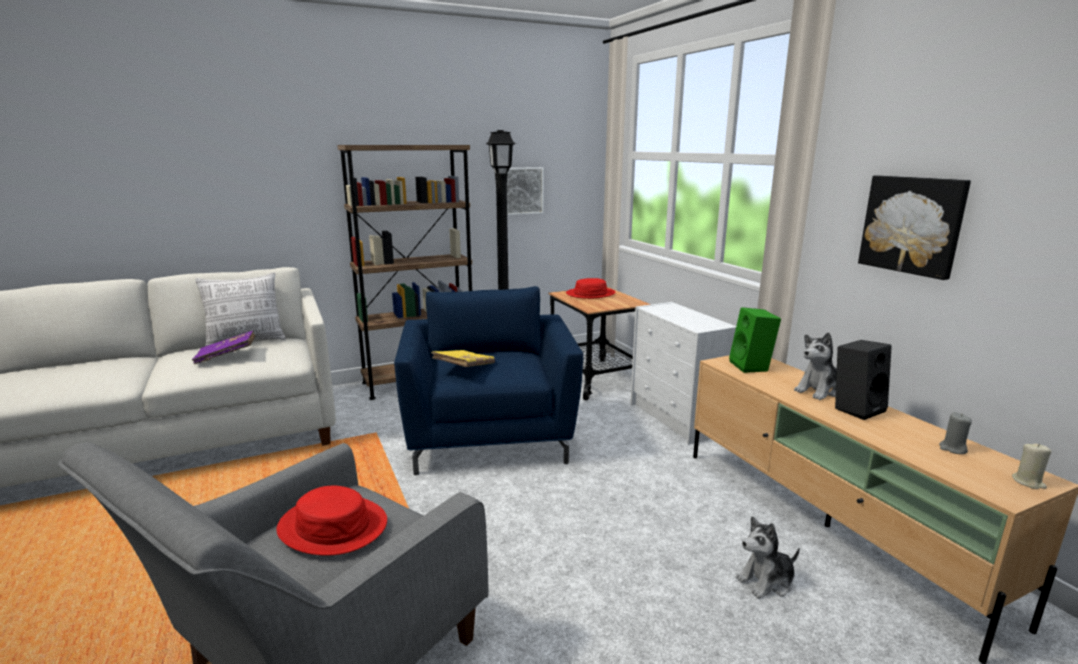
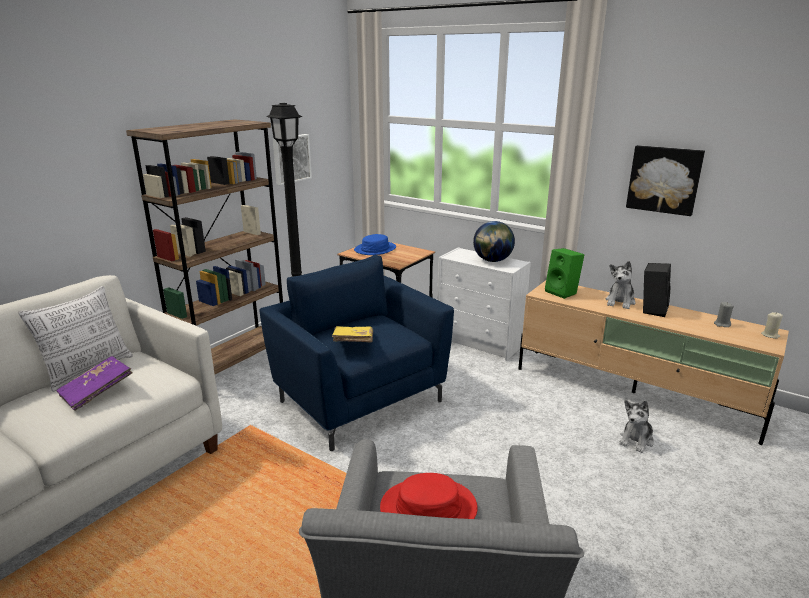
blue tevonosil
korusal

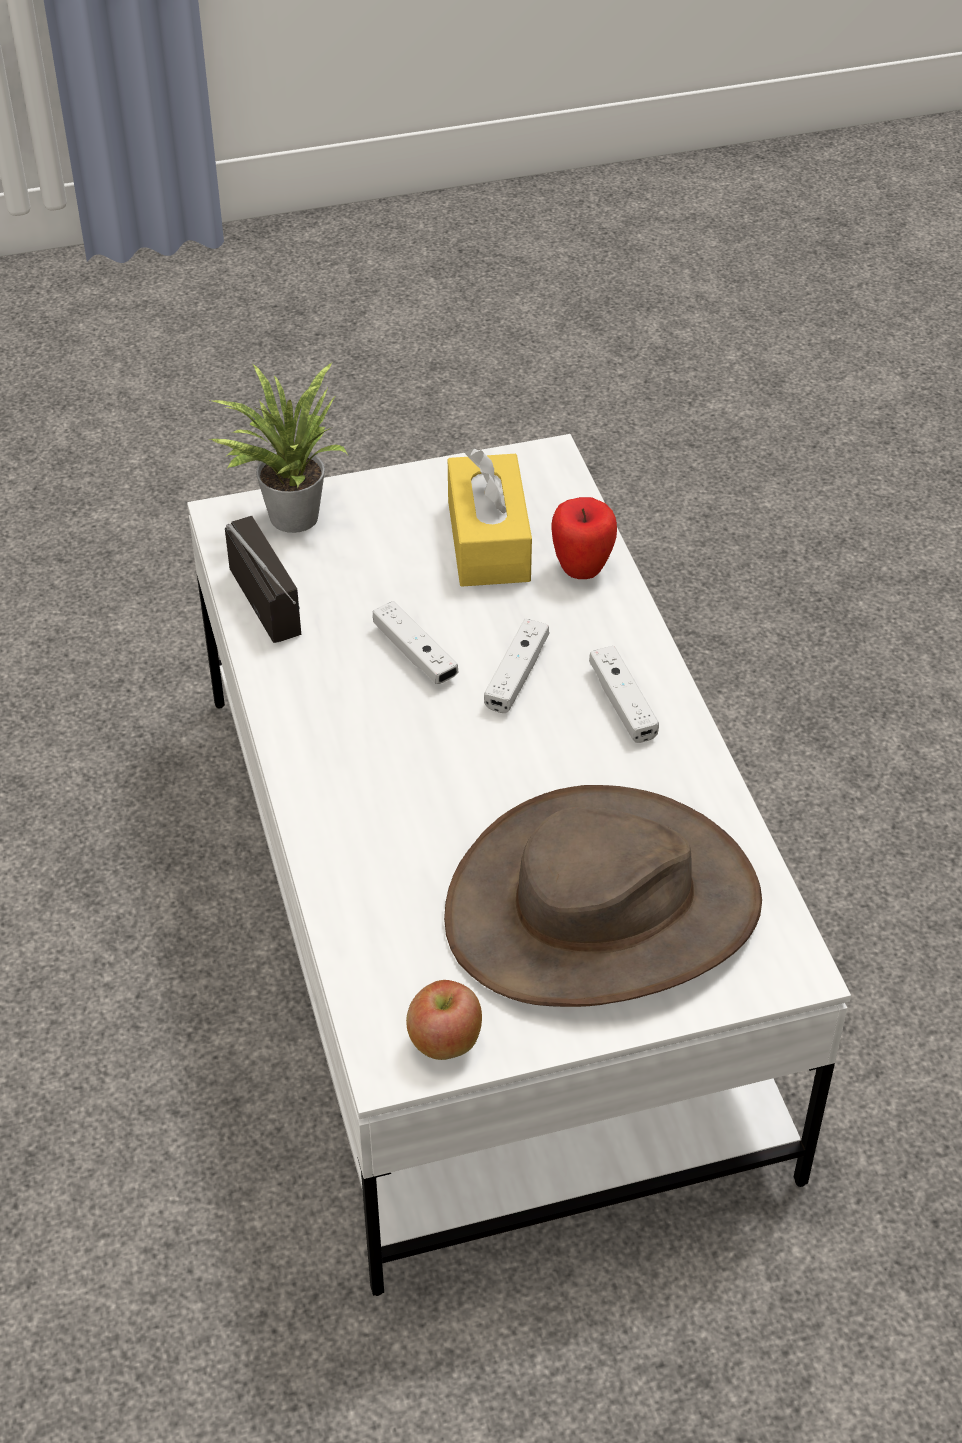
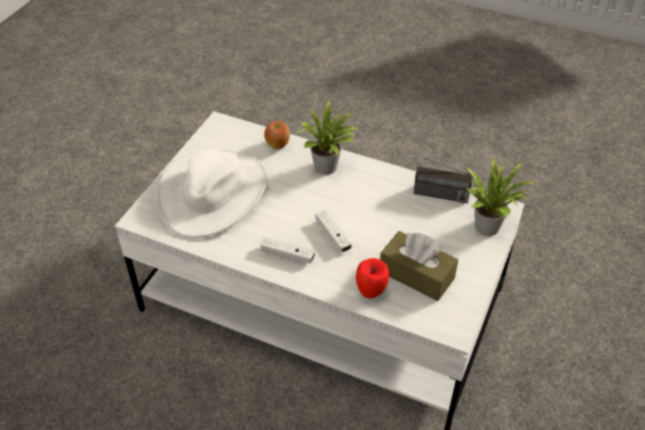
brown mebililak
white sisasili (no. 1 from left in the first image)
white tevonosil
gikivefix (no. 1 from left)
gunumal (no. 1 from left)

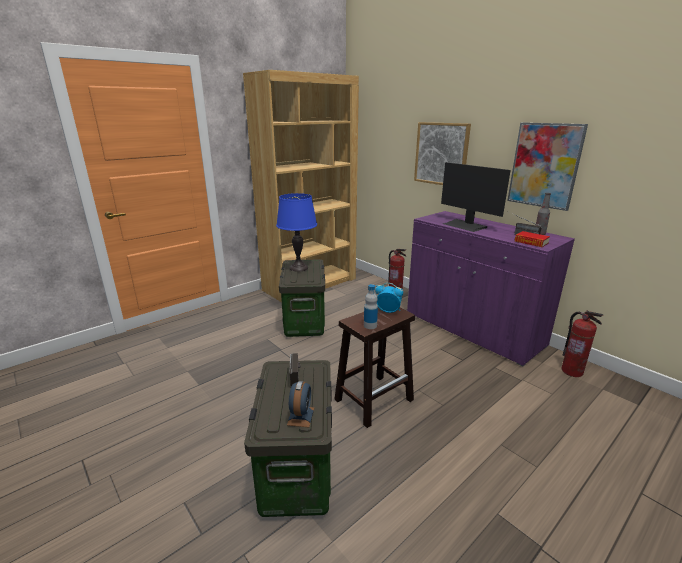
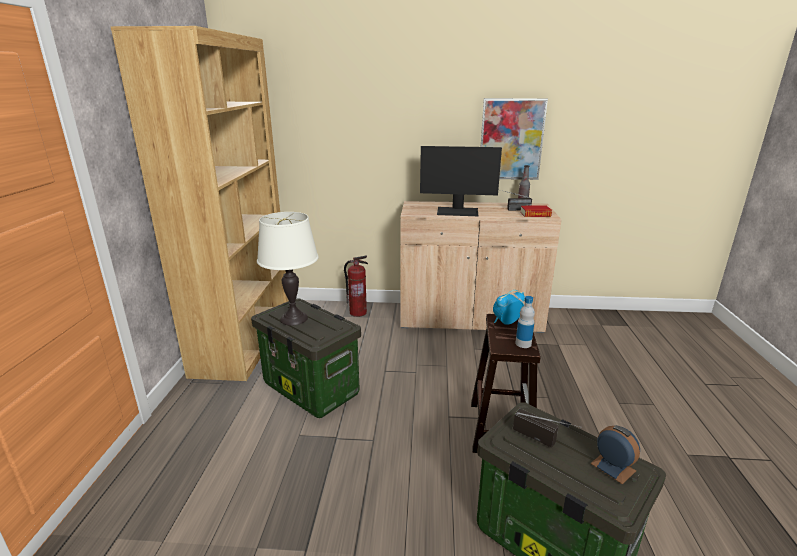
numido (no. 1 from left in the first image)
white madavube
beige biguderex
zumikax (no. 2 from left in the first image)

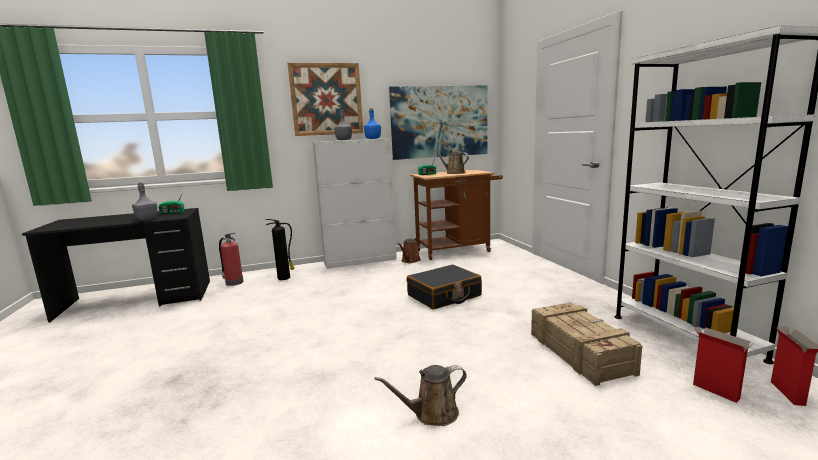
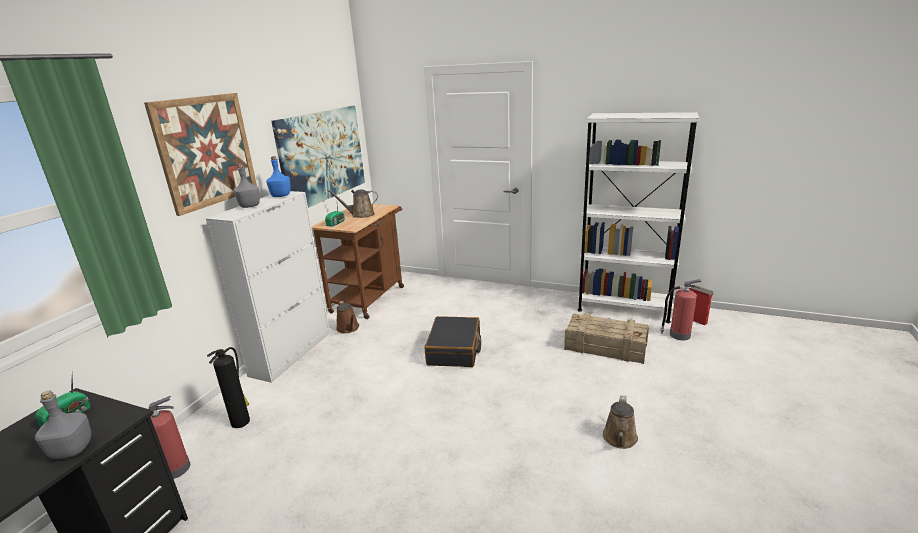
zumikax (no. 3 from left)

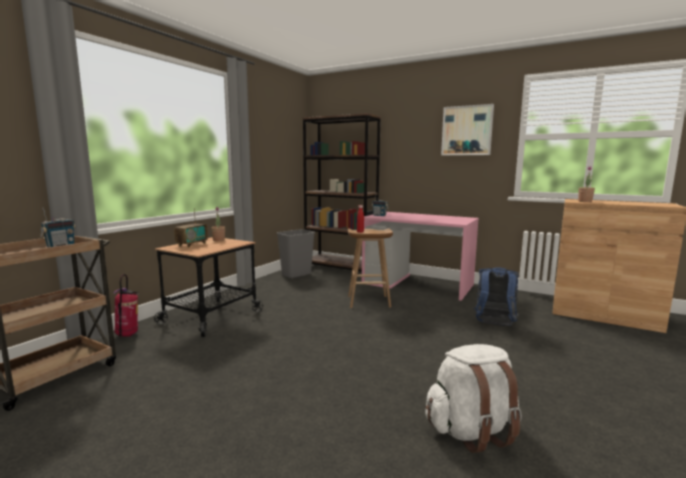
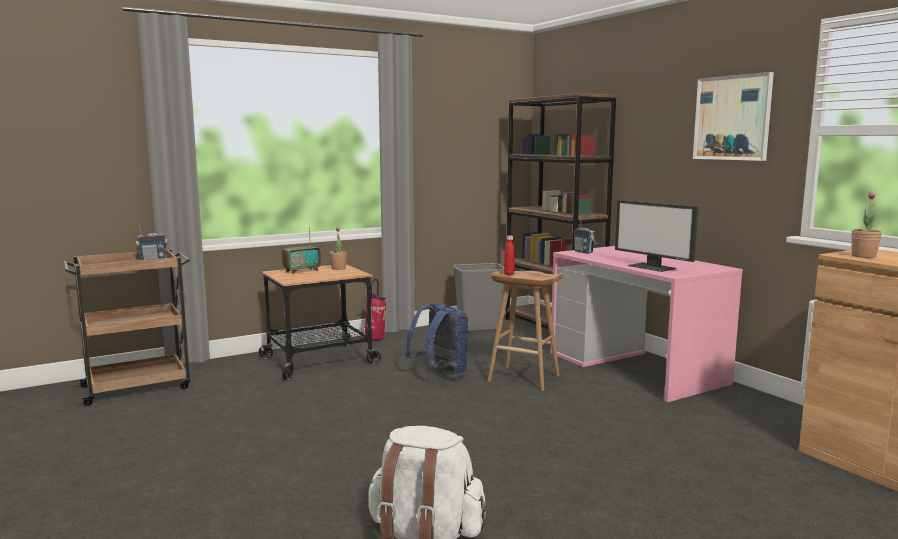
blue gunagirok
zumikax
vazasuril

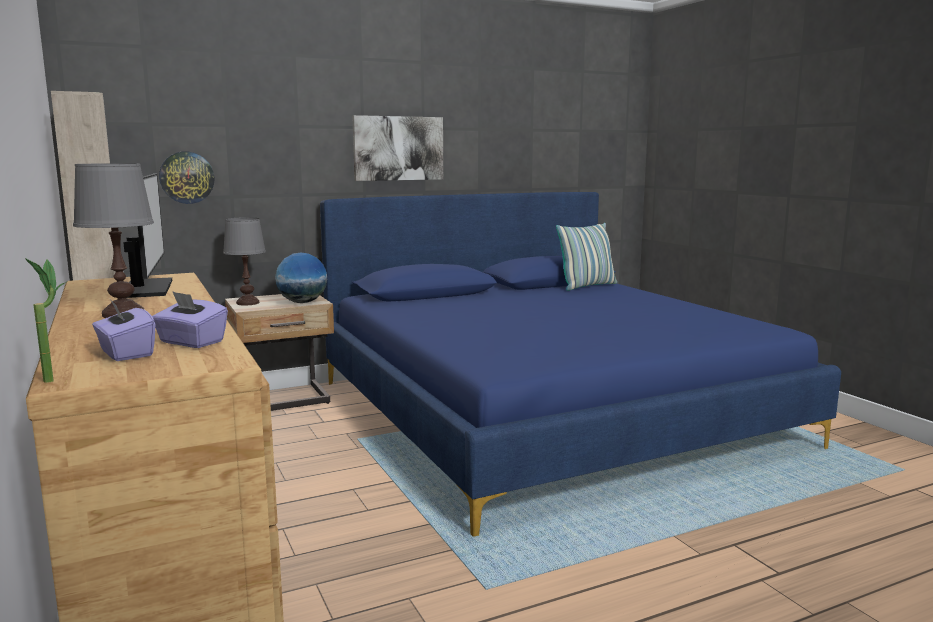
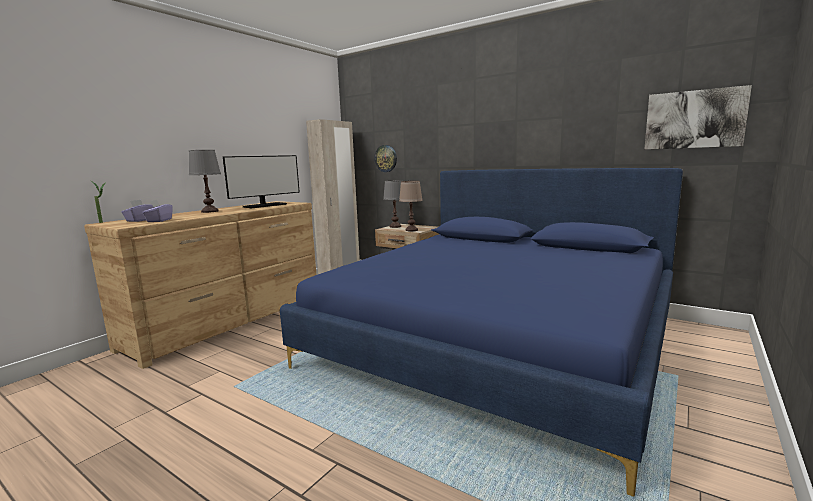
numido
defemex
brown madavube

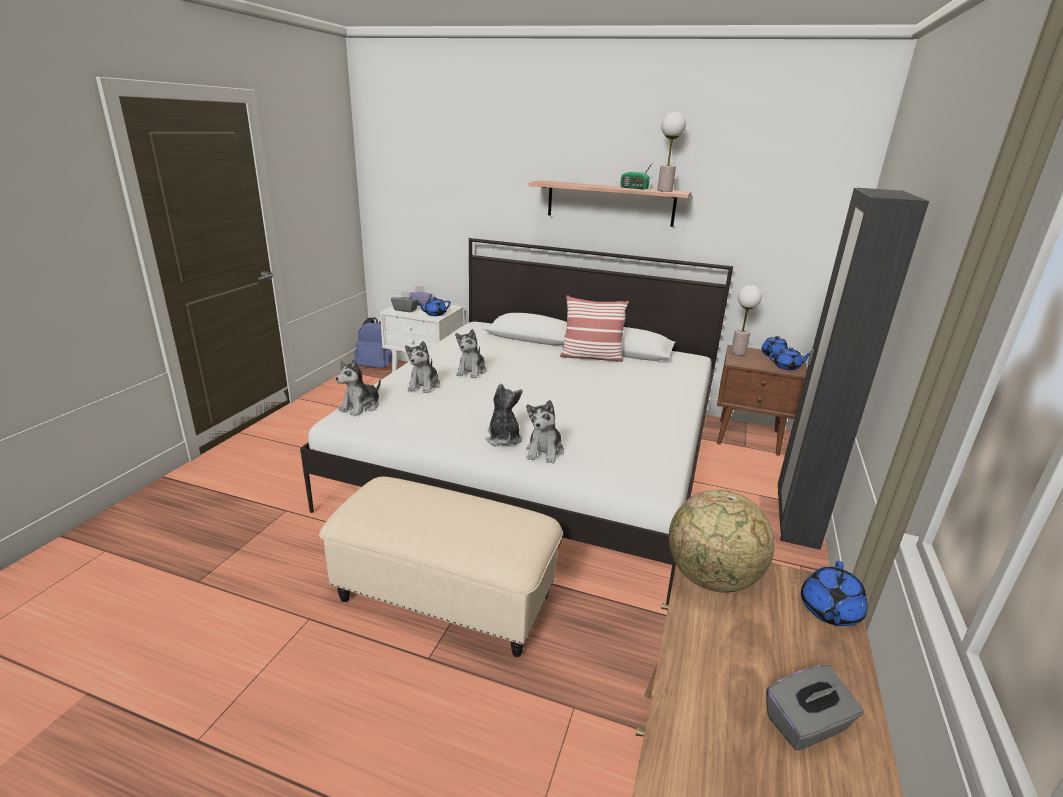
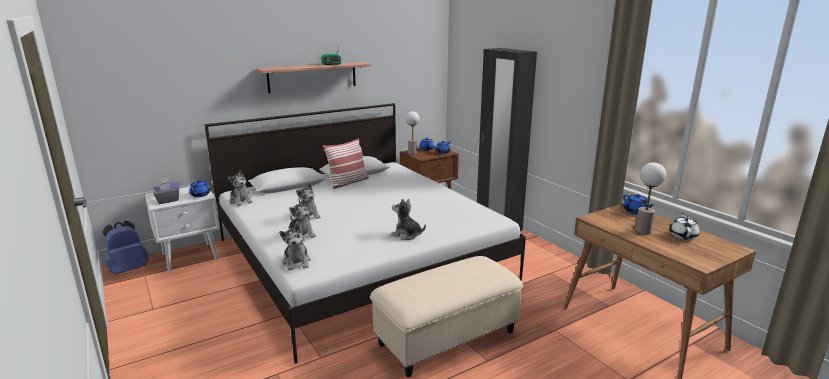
madavube (no. 2 from left)
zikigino (no. 1 from left)
korusal
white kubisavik

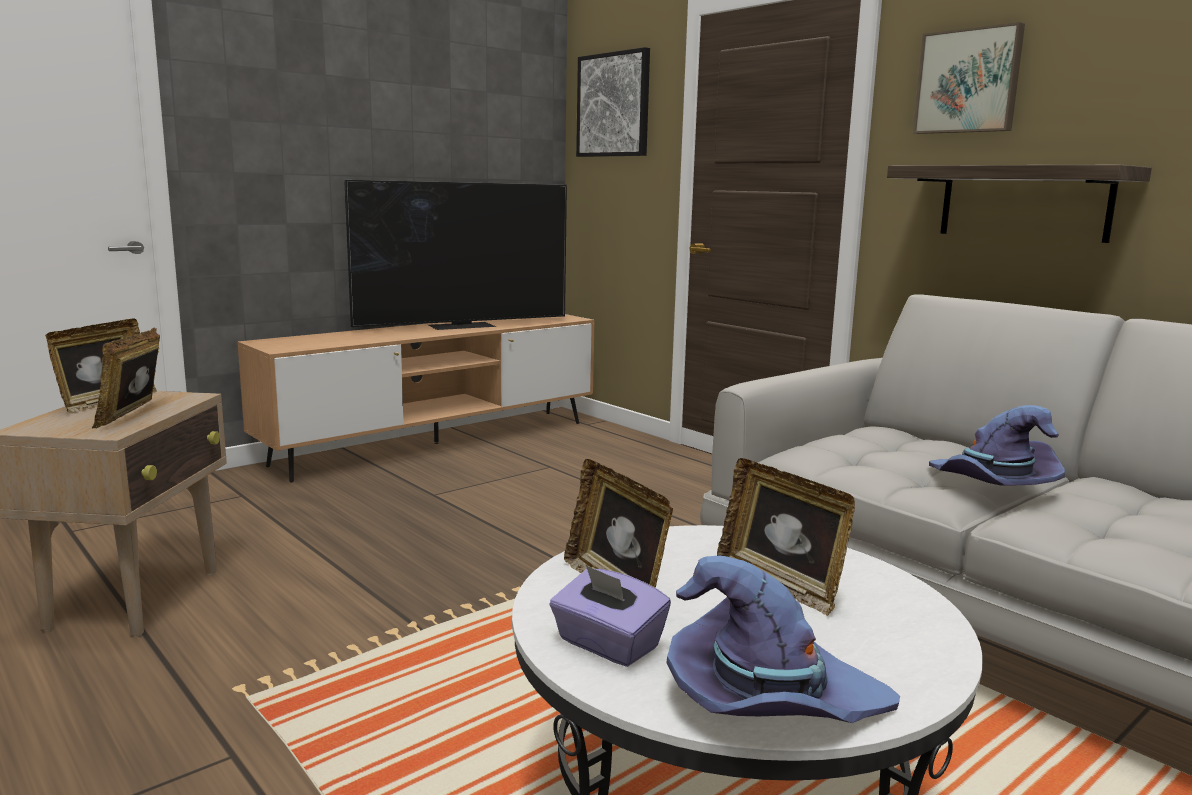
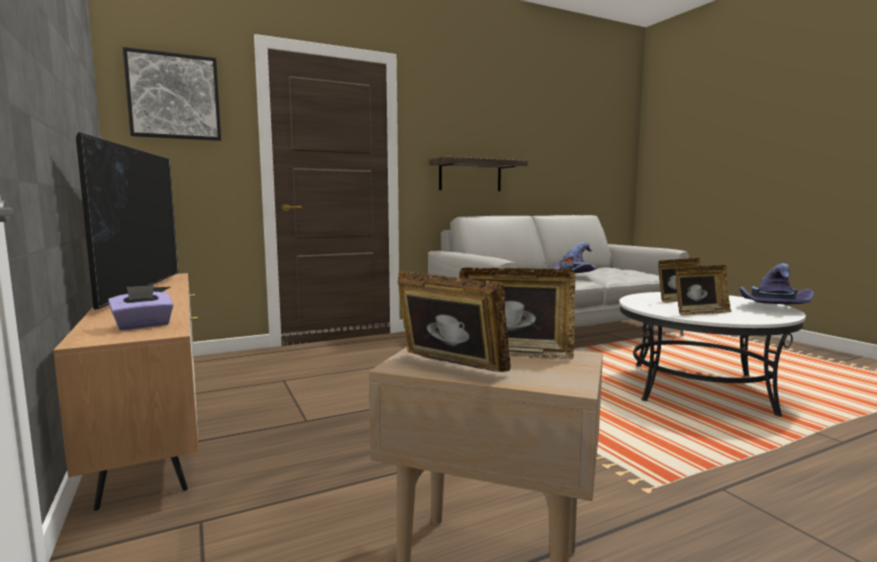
numido (no. 2 from left in the first image)
purple mebililak

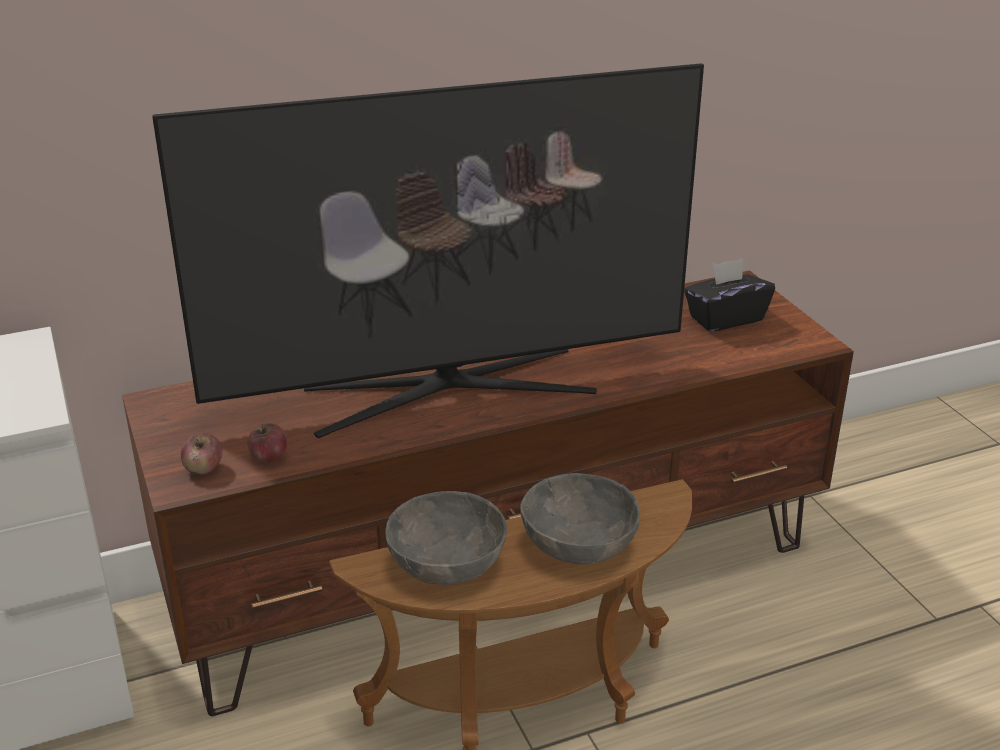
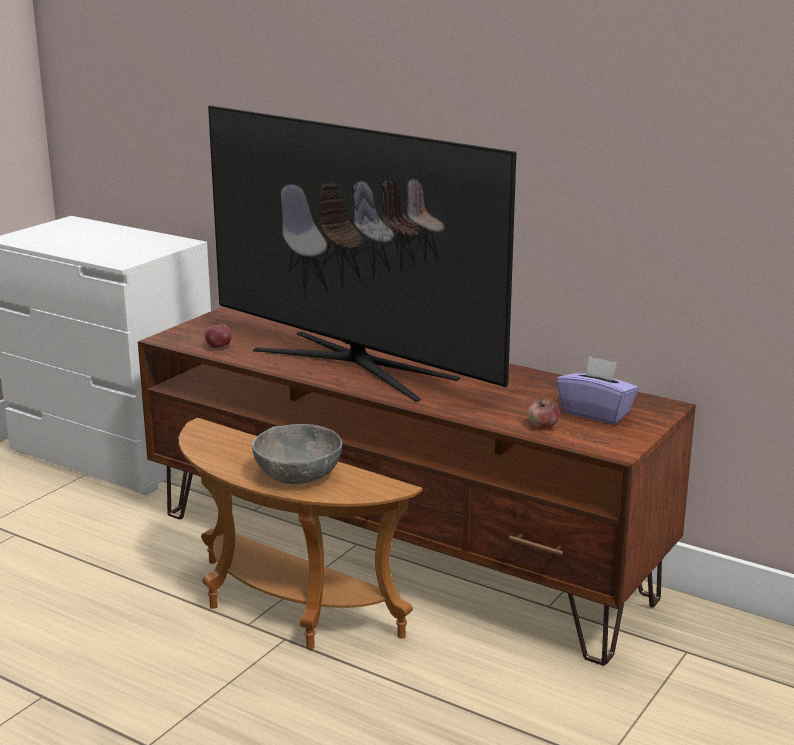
purple mebililak
gikivefix (no. 2 from left)
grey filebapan (no. 1 from left in the first image)

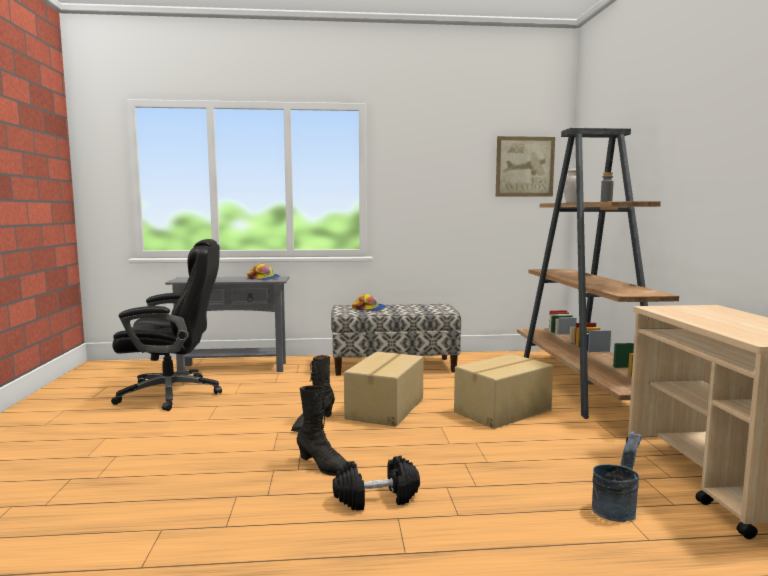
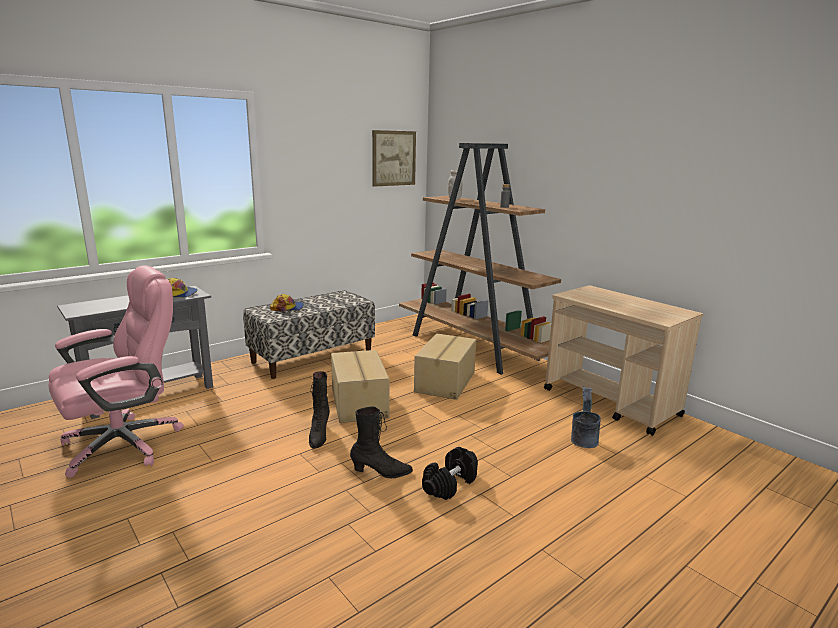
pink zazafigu

